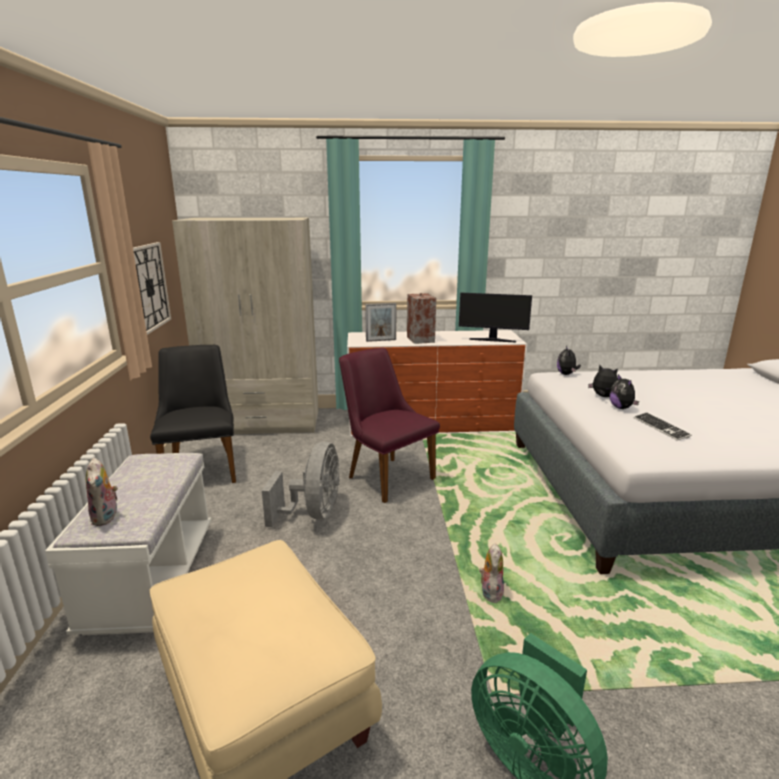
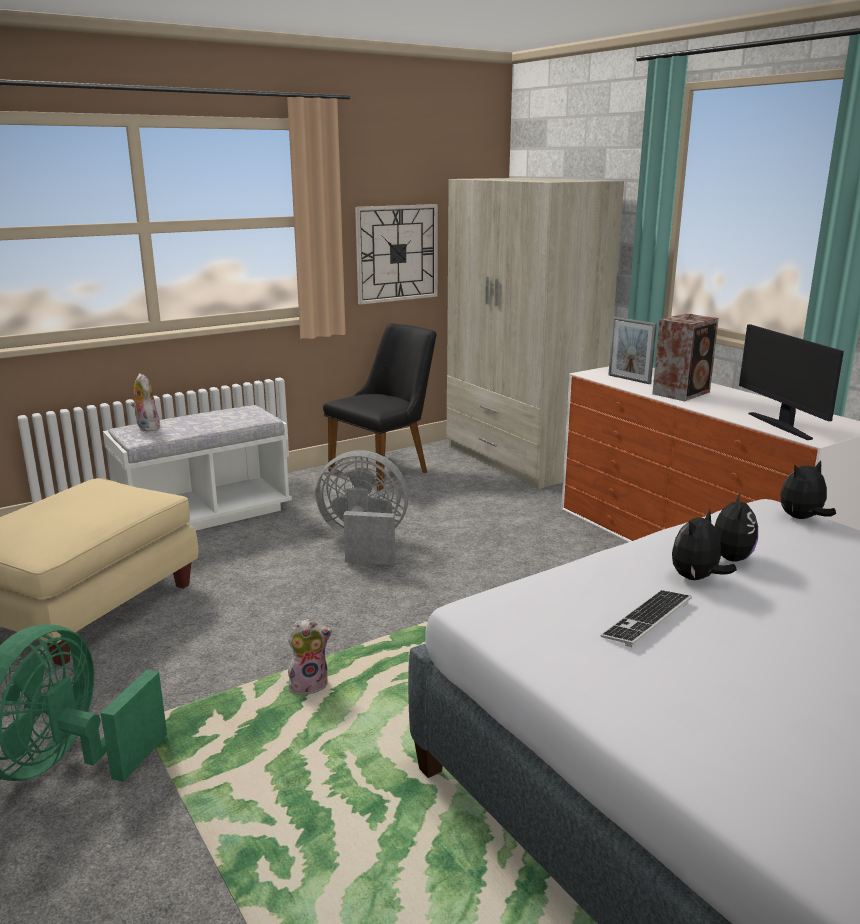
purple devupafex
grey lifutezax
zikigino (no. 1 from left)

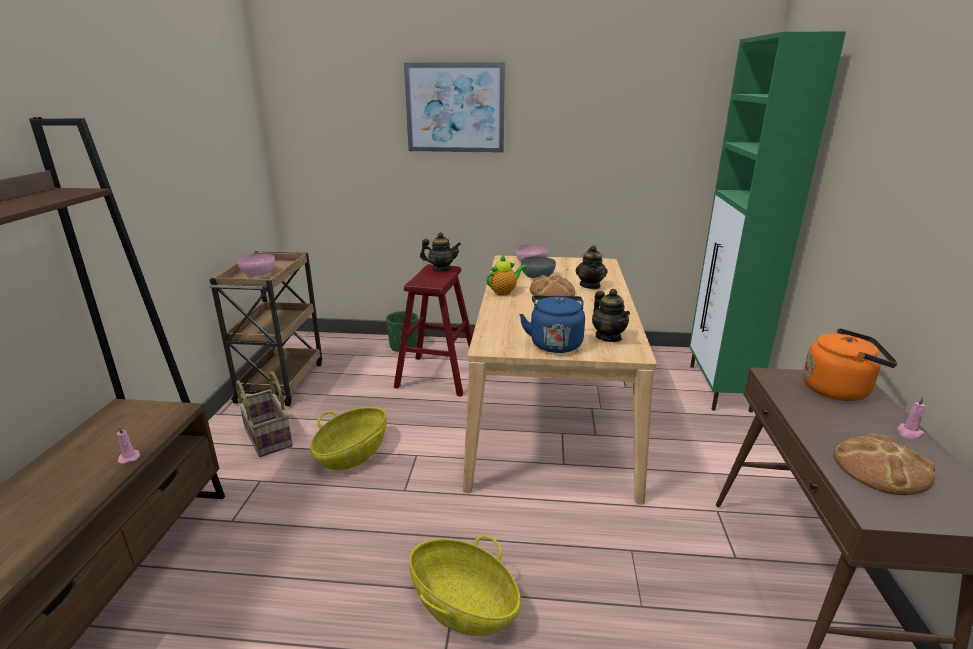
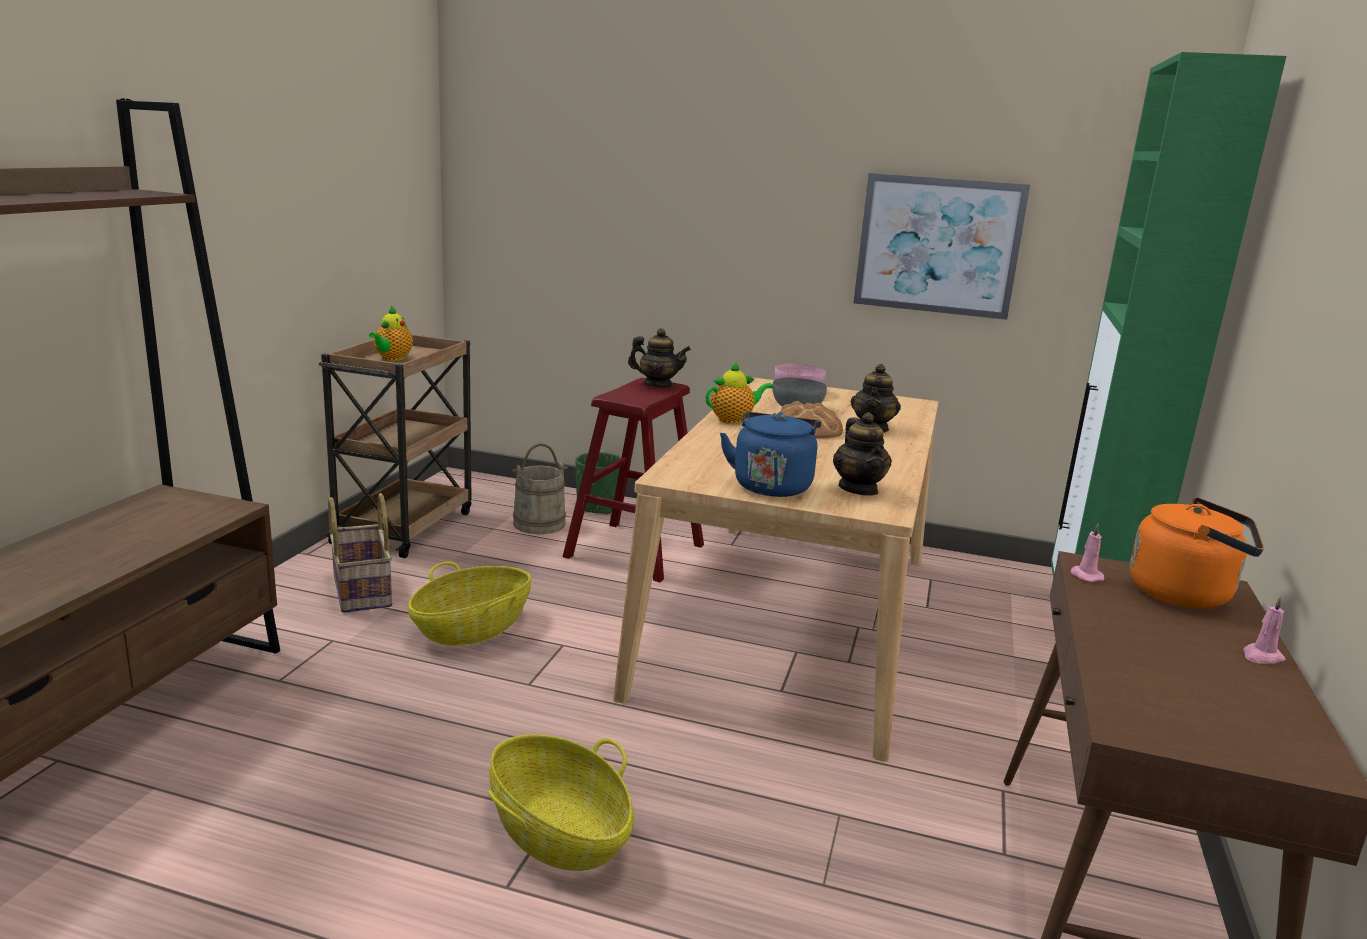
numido
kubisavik (no. 1 from left)
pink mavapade (no. 1 from left)
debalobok (no. 2 from left in the first image)
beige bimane

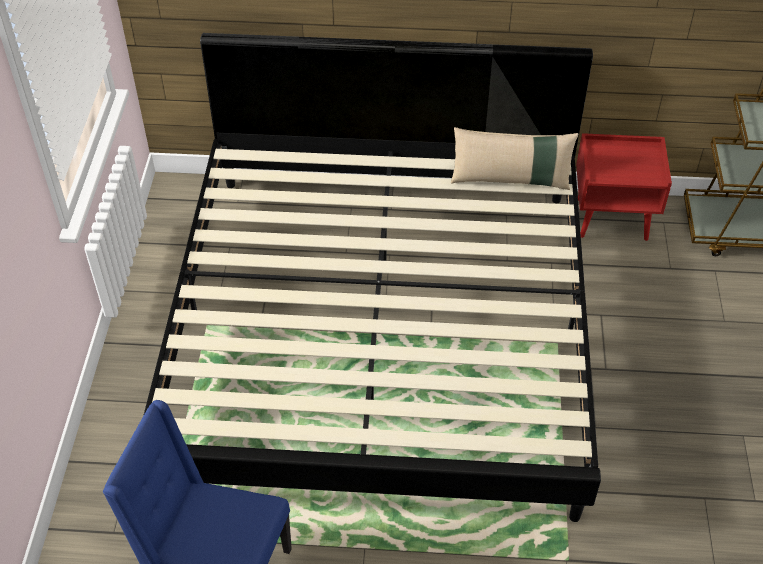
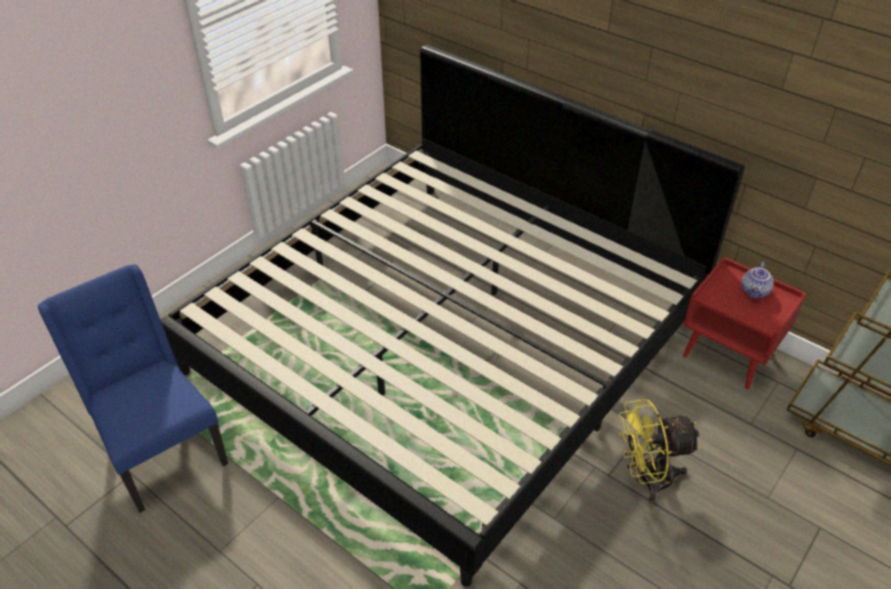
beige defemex
kubisavik
yellow lifutezax

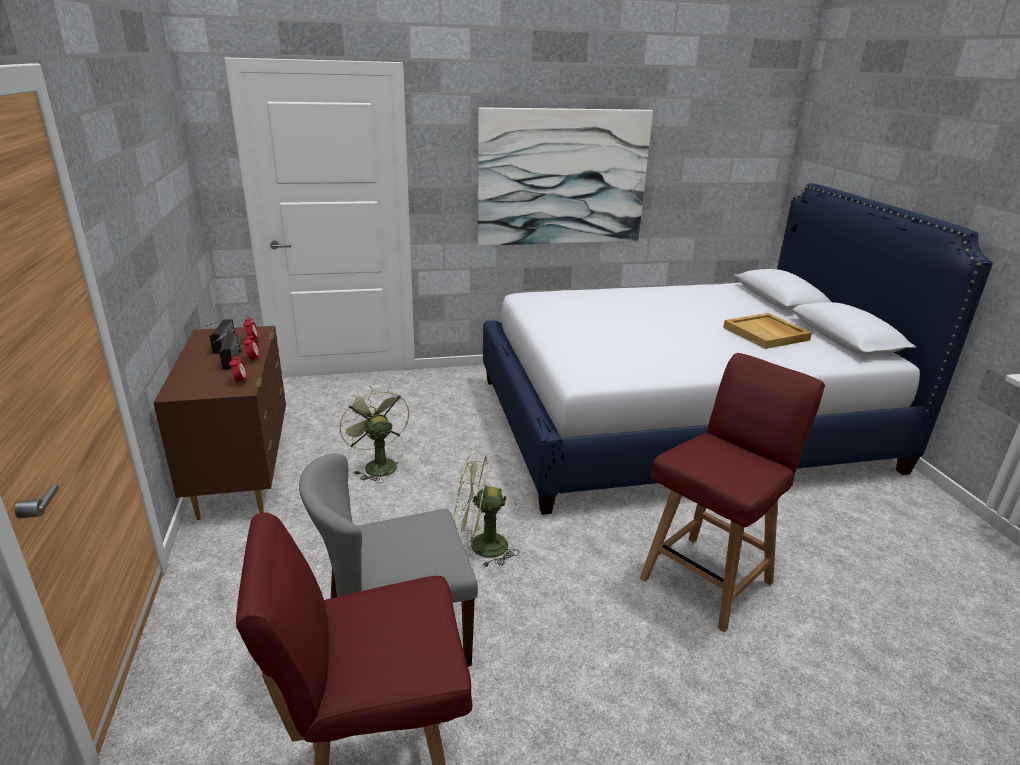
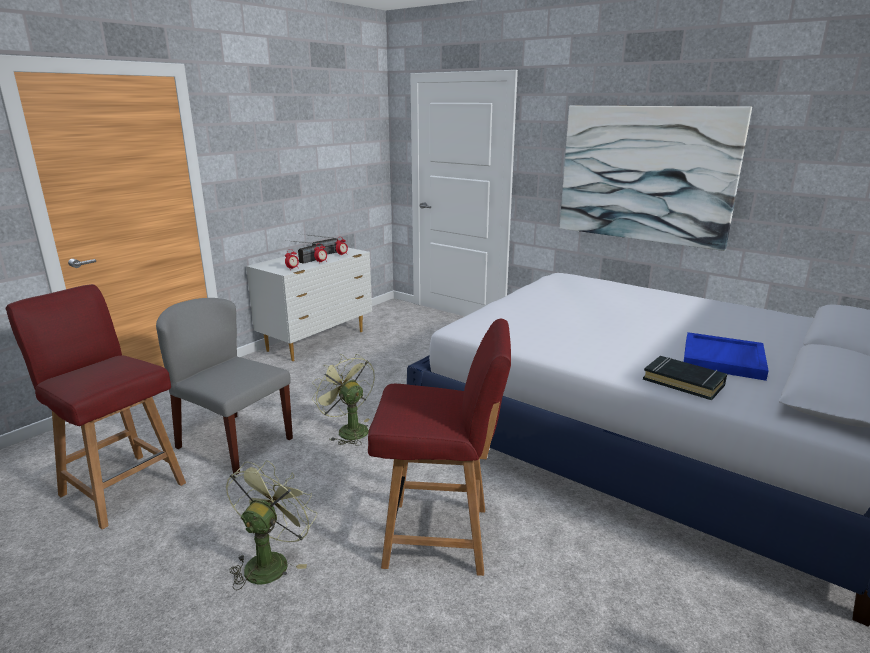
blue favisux
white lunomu
green lifutezax (no. 1 from left)
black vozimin

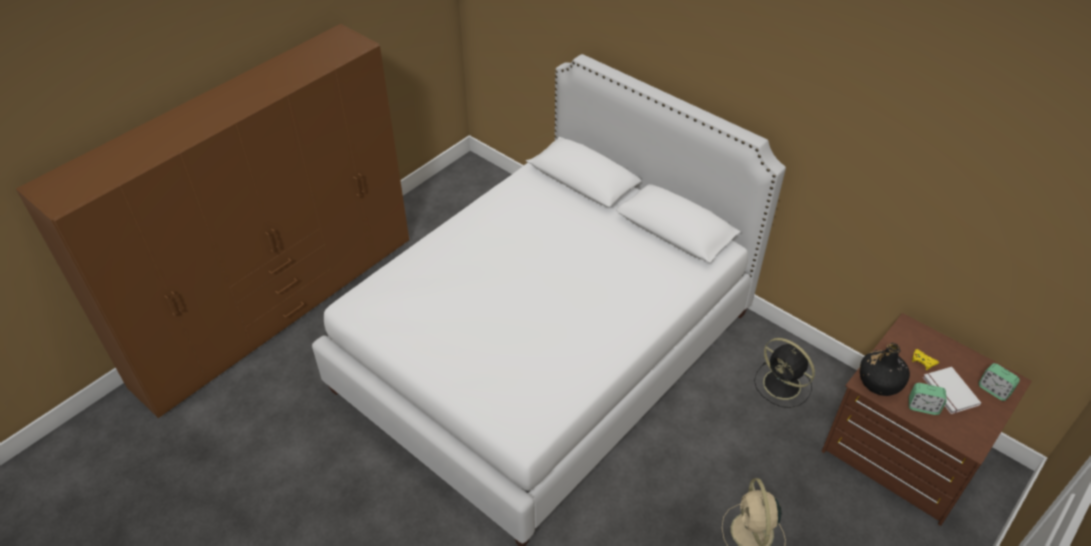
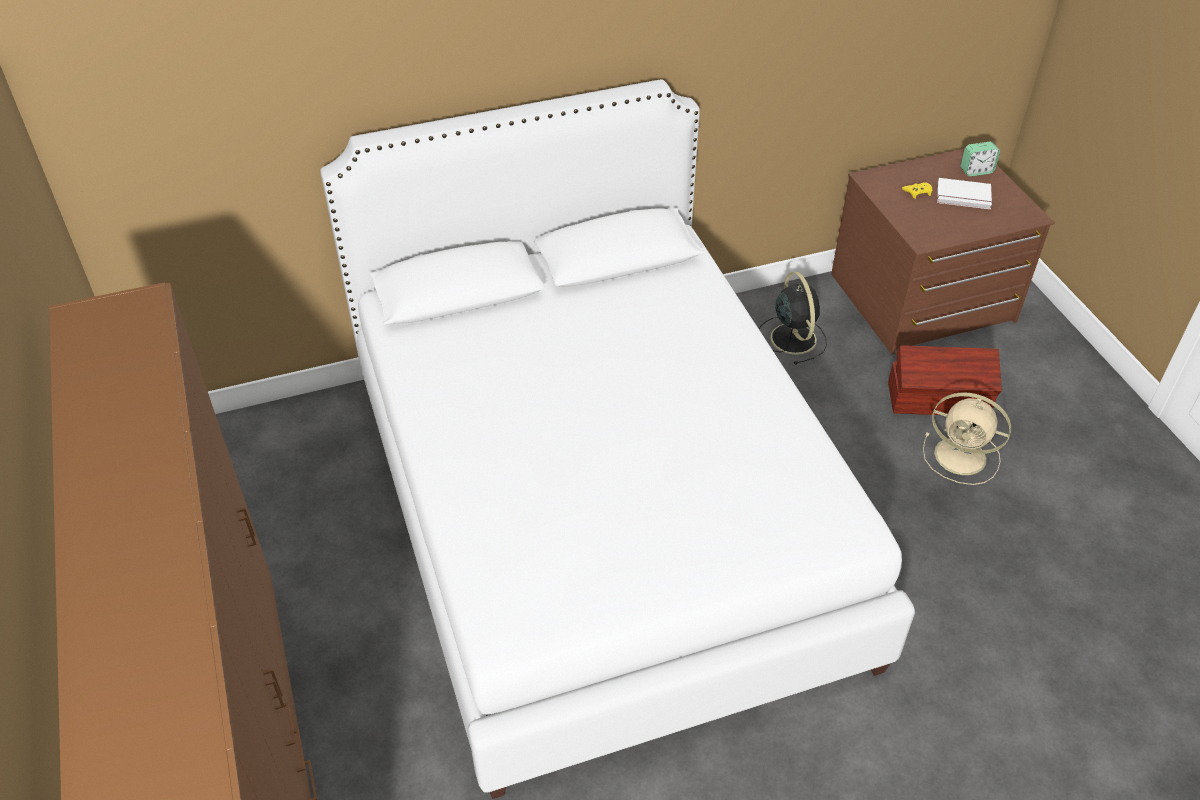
black lifutezax
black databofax
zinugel (no. 1 from left in the first image)
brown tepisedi

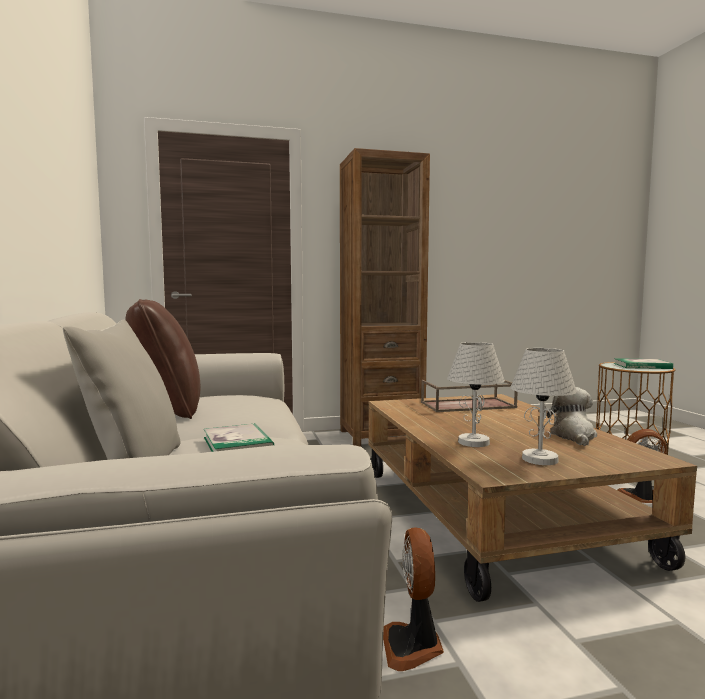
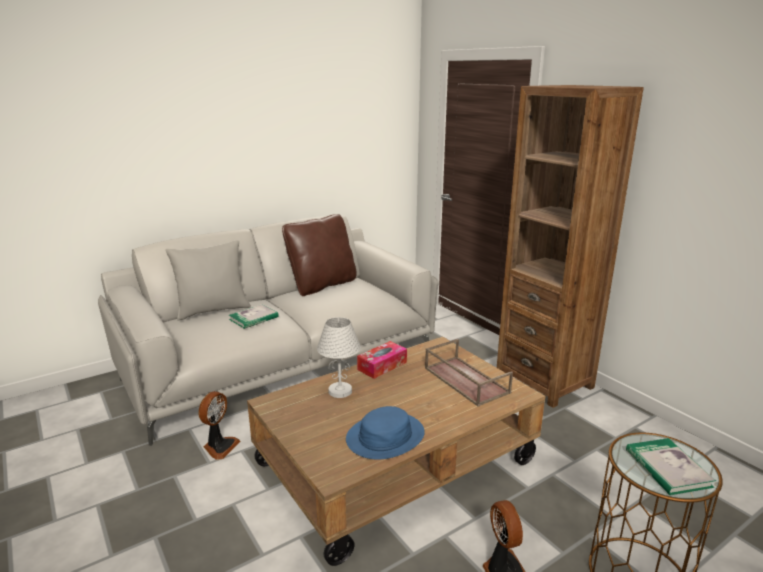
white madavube (no. 2 from left in the first image)
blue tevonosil
lifutezax (no. 1 from left)
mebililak

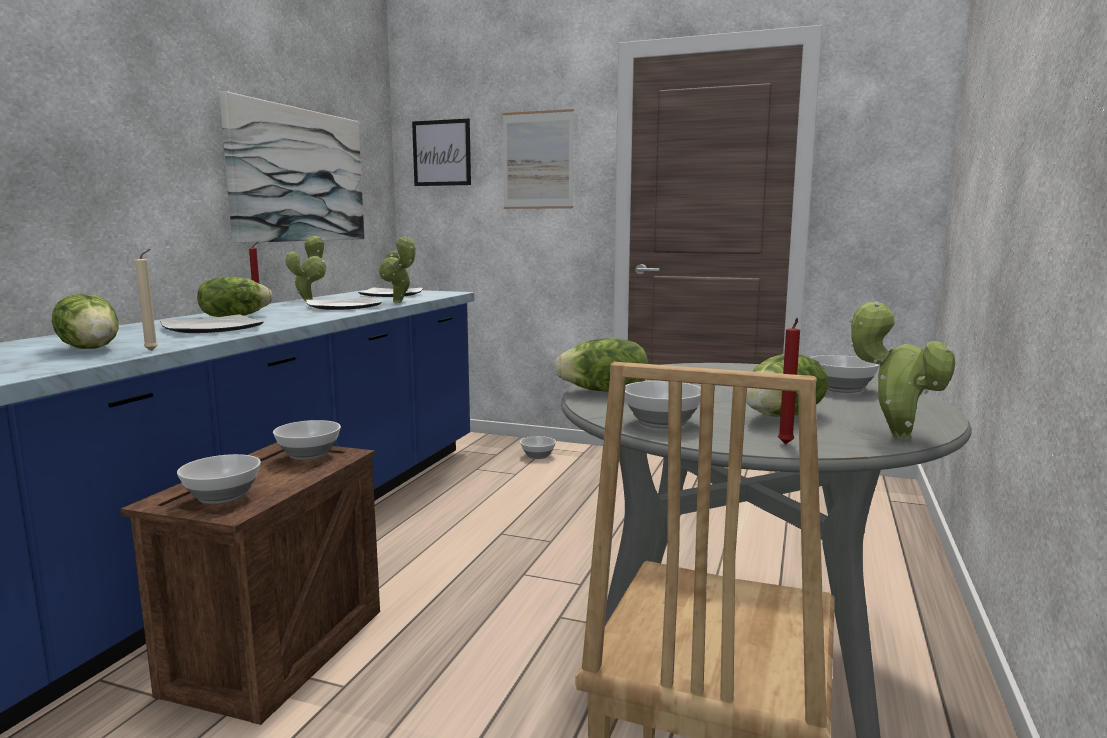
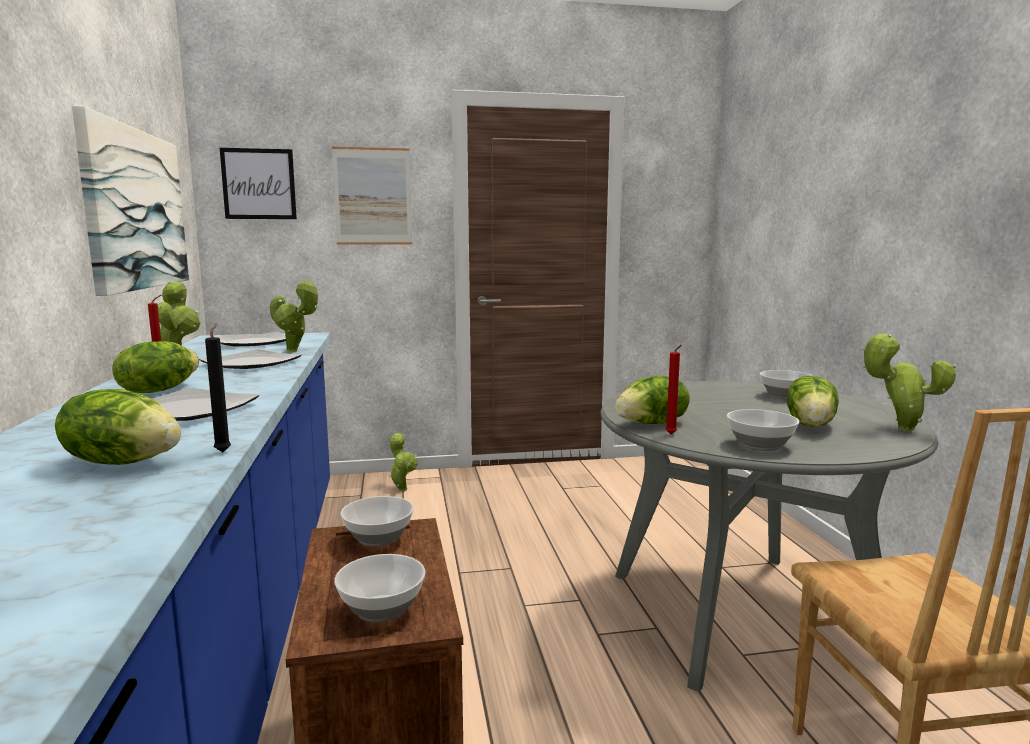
black mavapade
red mavapade (no. 2 from left)
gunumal (no. 3 from left)

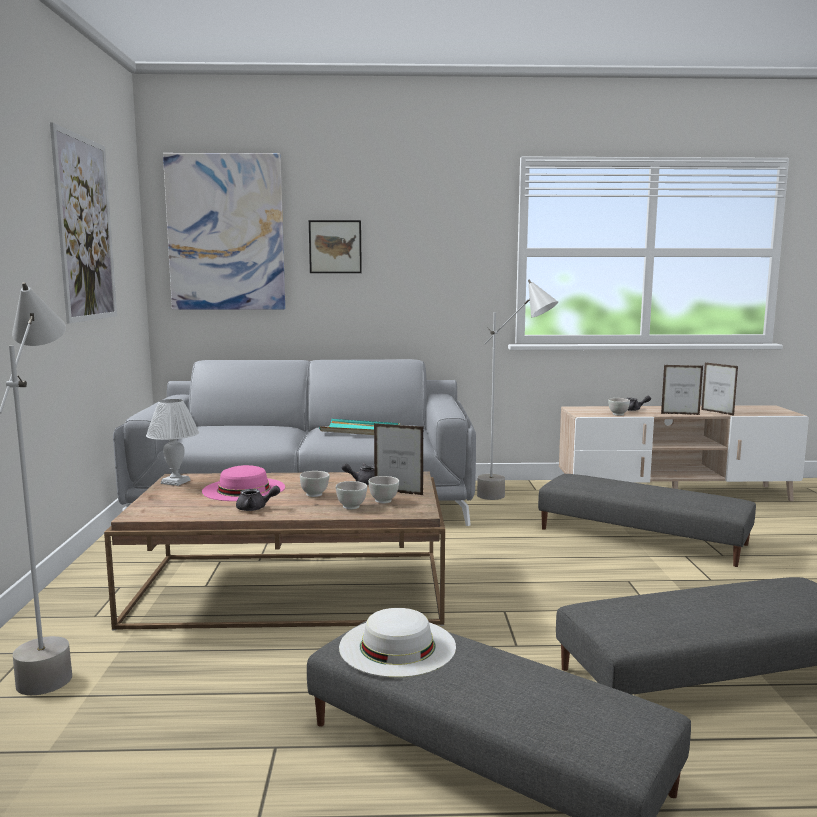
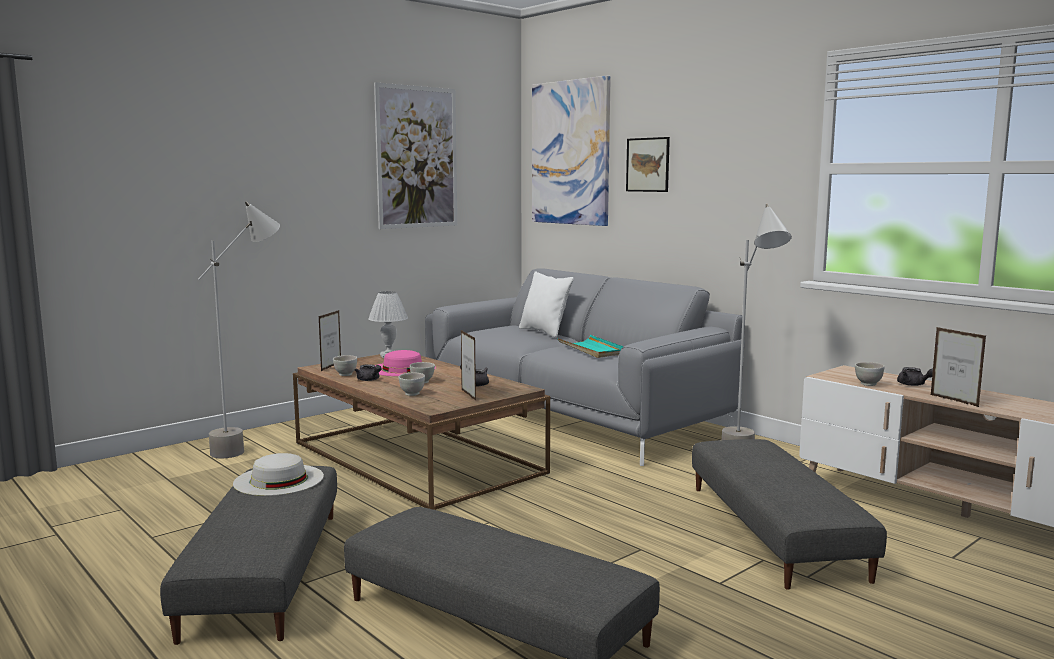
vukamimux (no. 1 from left)
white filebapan (no. 1 from left)
white defemex

